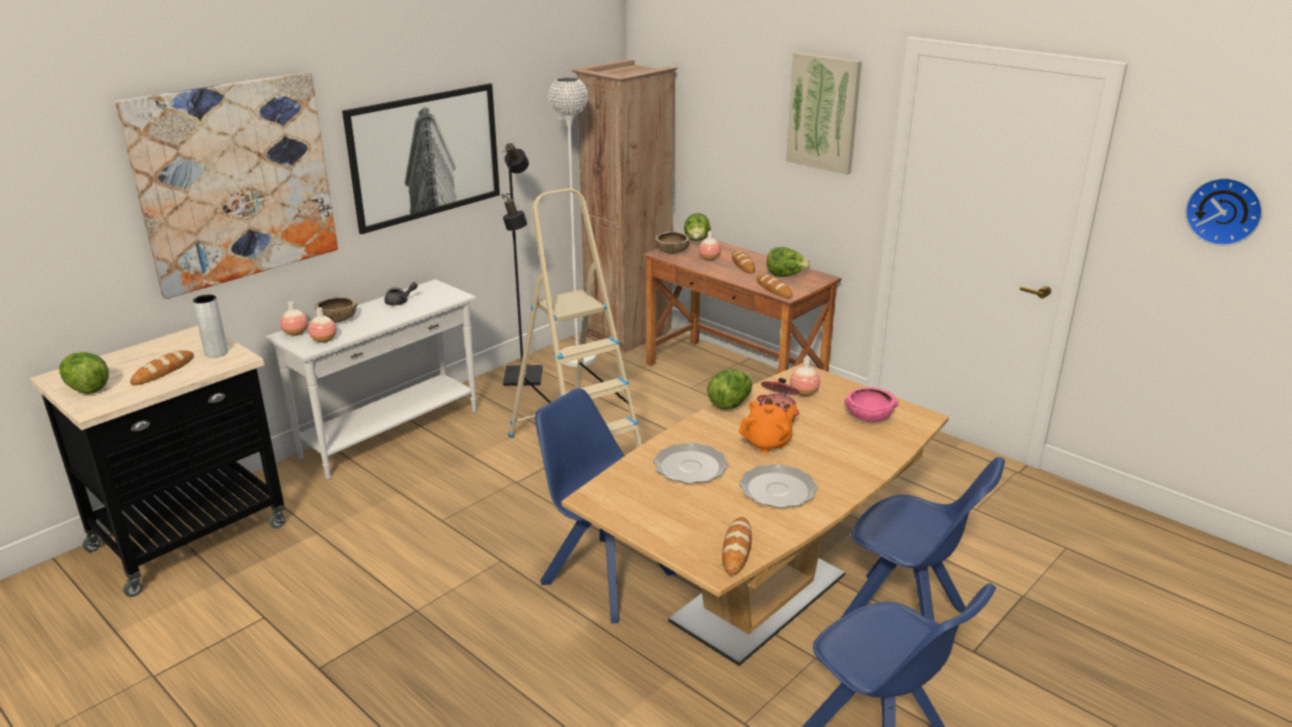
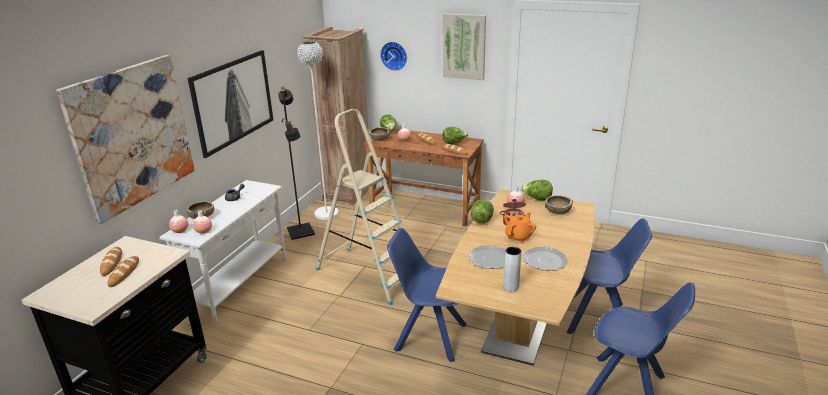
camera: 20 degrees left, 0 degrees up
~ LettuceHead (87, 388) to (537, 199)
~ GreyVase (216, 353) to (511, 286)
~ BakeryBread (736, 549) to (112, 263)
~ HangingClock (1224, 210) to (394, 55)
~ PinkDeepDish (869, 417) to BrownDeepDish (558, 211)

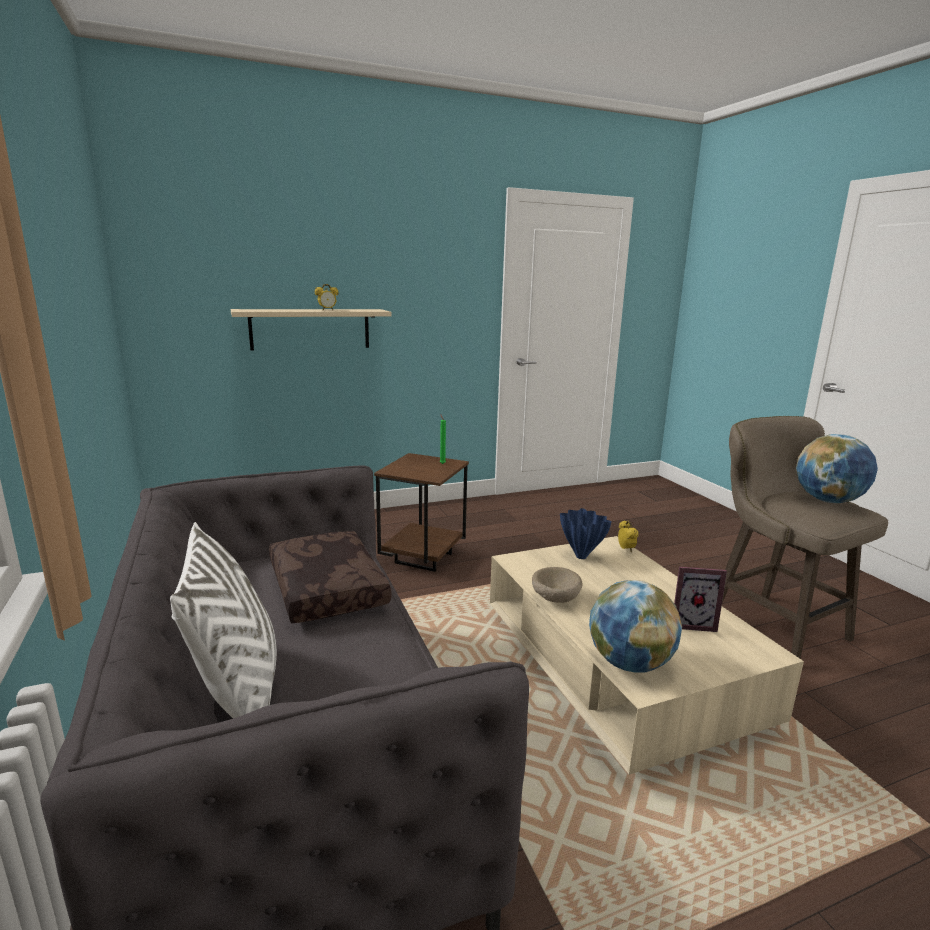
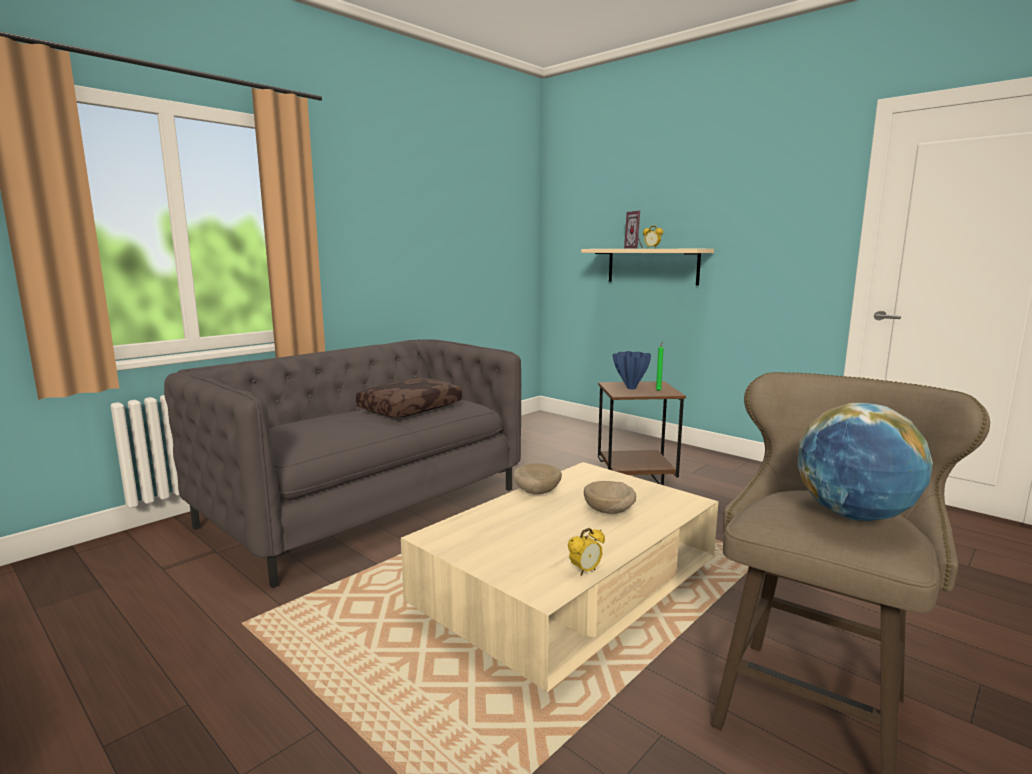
camera: 65 degrees right, 5 degrees down
- WhiteColouredPillow (238, 691)
- WorldGlobe (629, 663)
+ BeigeDeepDish (610, 512)
~ BluishVase (580, 556) to (631, 388)
~ TableClock (626, 549) to (585, 571)
~ StandingFrame (691, 623) to (636, 248)

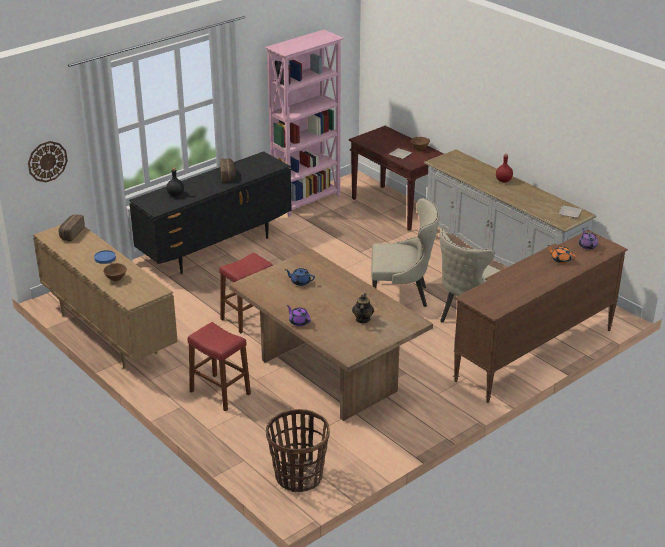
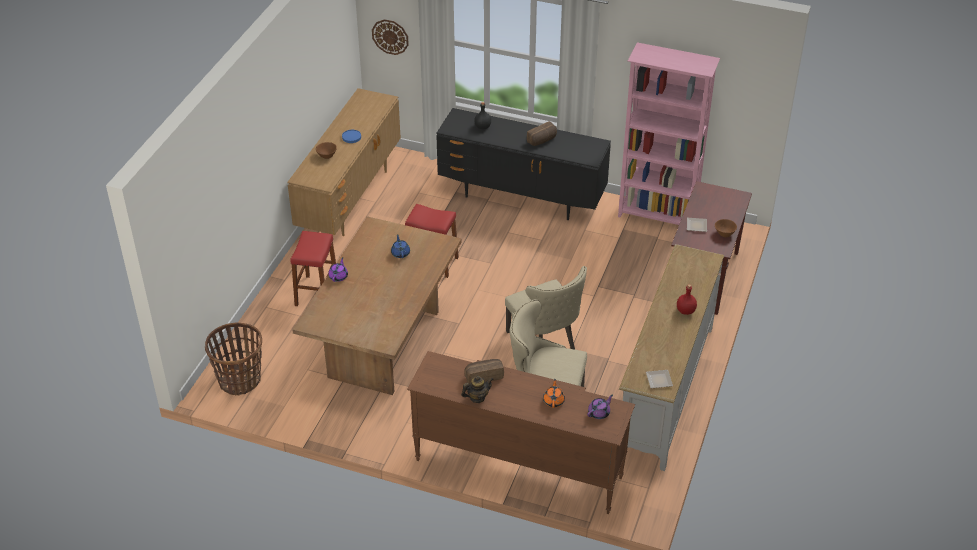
camera: 60 degrees right, 10 degrees up
~ BakeryBread (71, 233) to (483, 376)
~ Teapot (362, 319) to (477, 397)

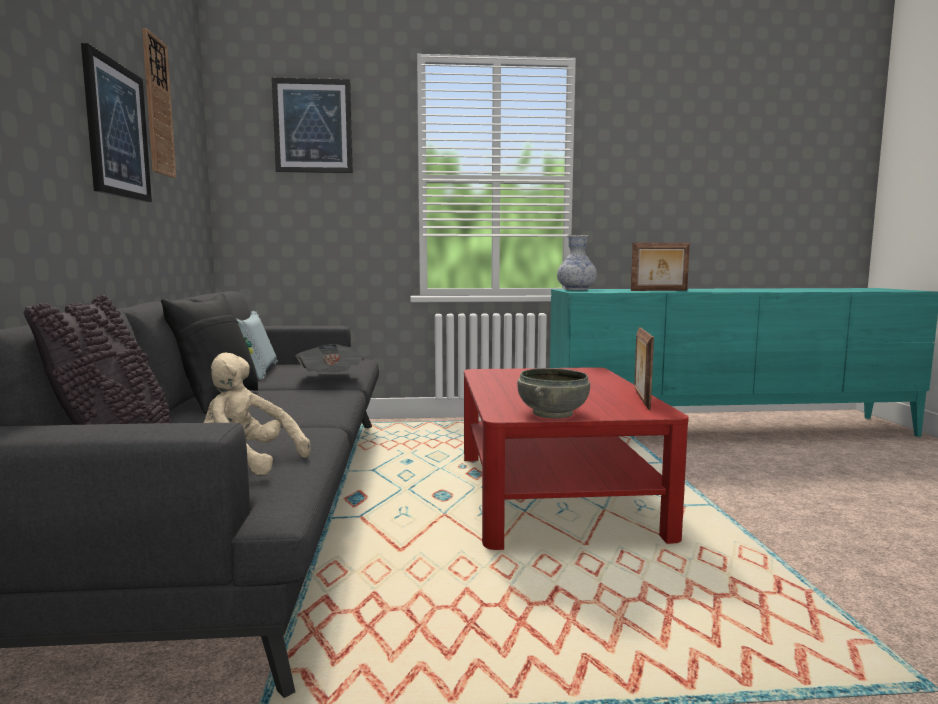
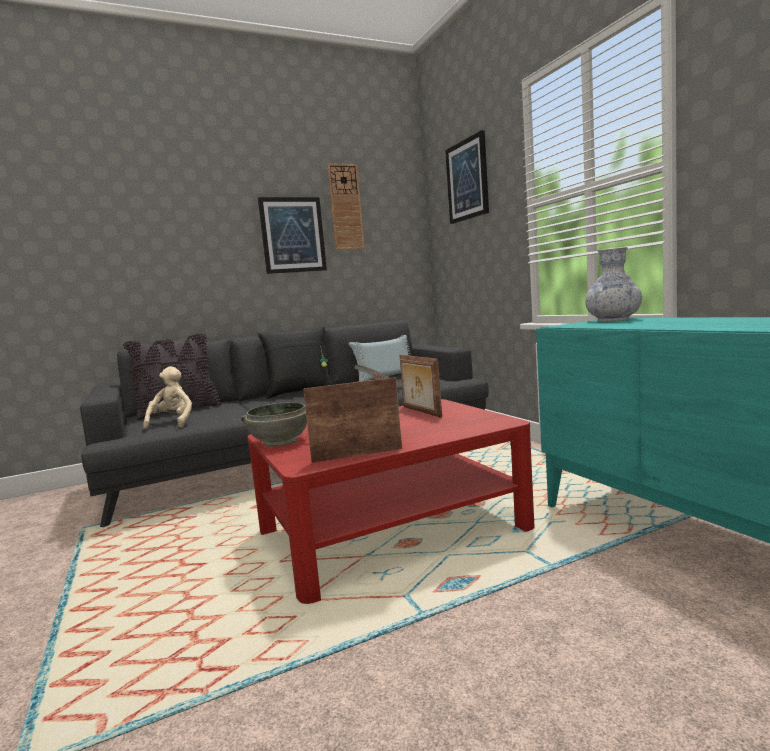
camera: 70 degrees right, 0 degrees up
~ StandingFrame (659, 290) to (420, 412)

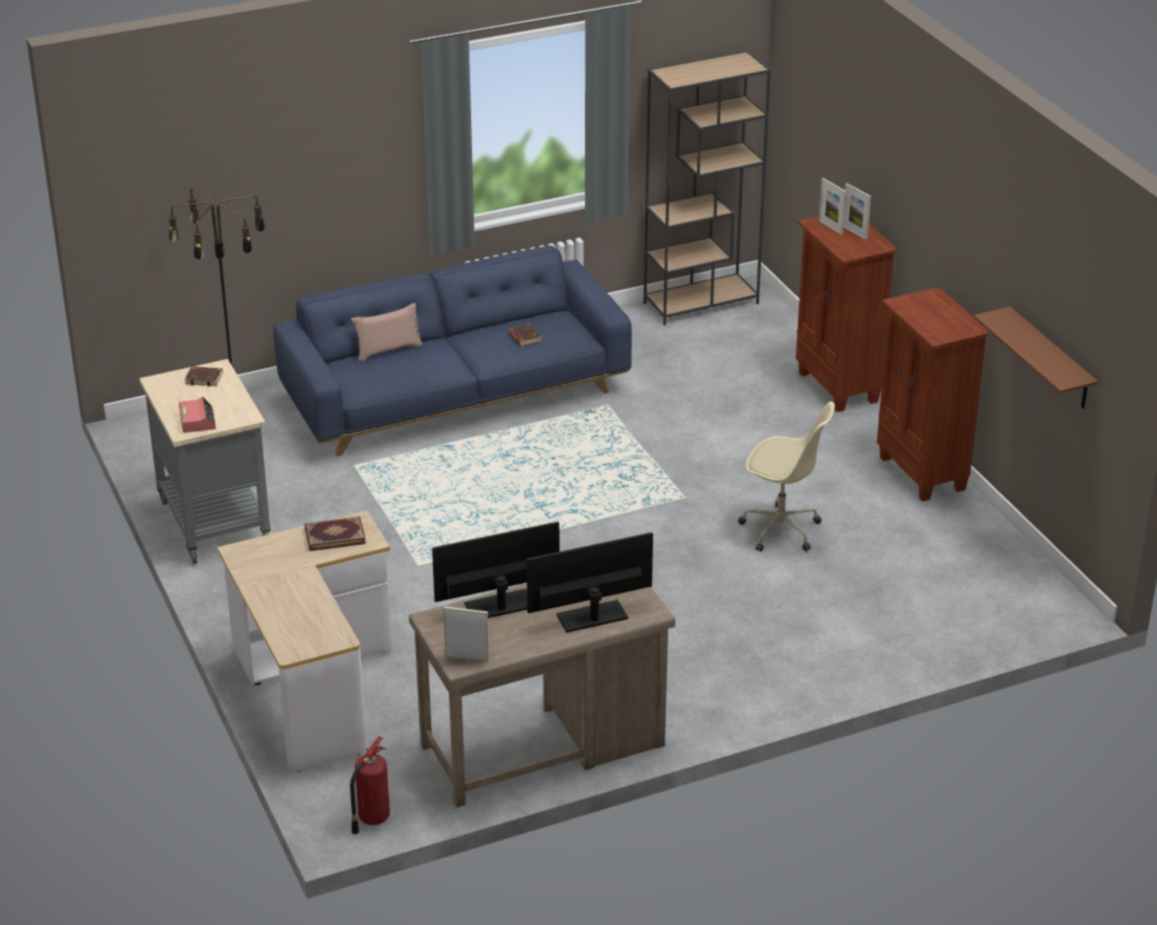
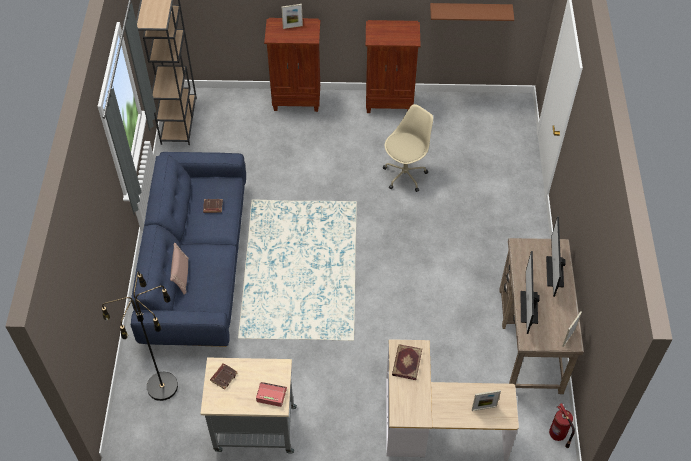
camera: 65 degrees left, 20 degrees up
~ StandingFrame (830, 227) to (484, 408)

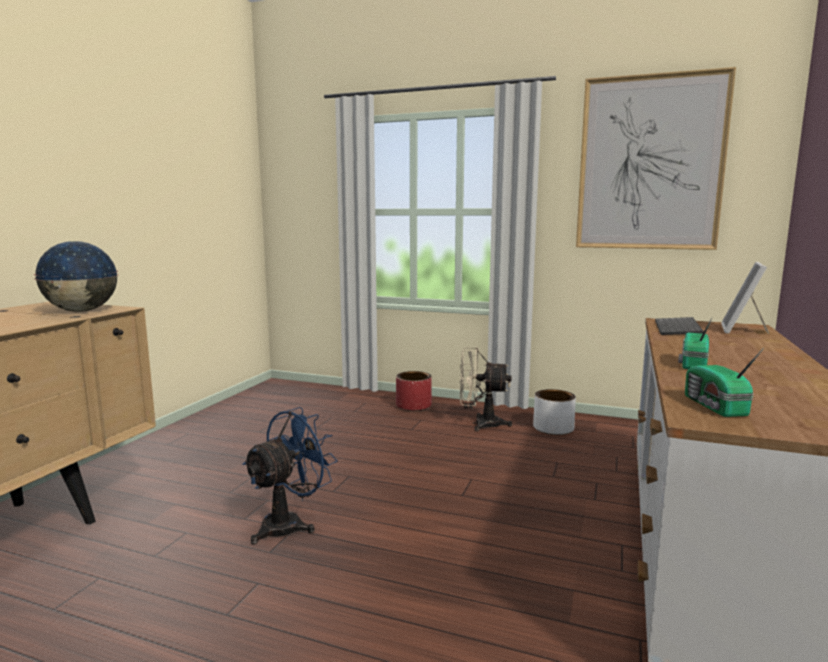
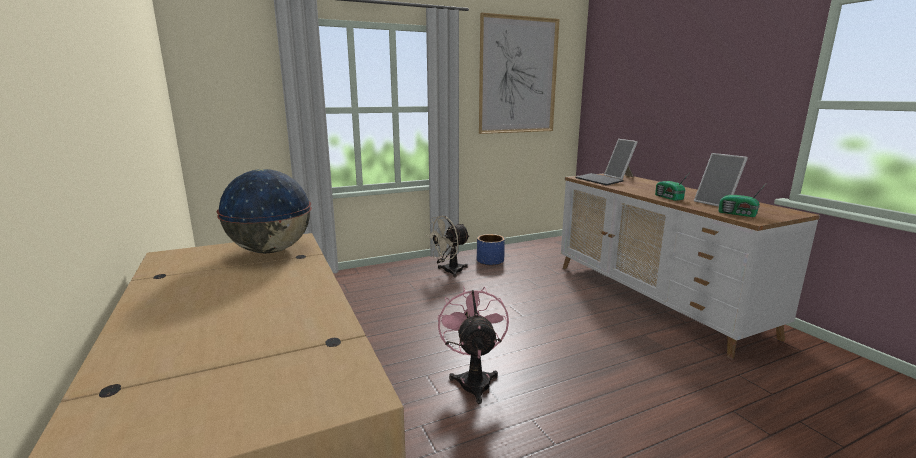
camera: 45 degrees left, 5 degrees up
- RedPlanter (413, 406)
+ StandingFrame (717, 203)
~ BluishCoolingFan (290, 524) to PinkCoolingFan (474, 379)
~ WhiteColouredPlanter (553, 428) to BluishPlanter (490, 261)

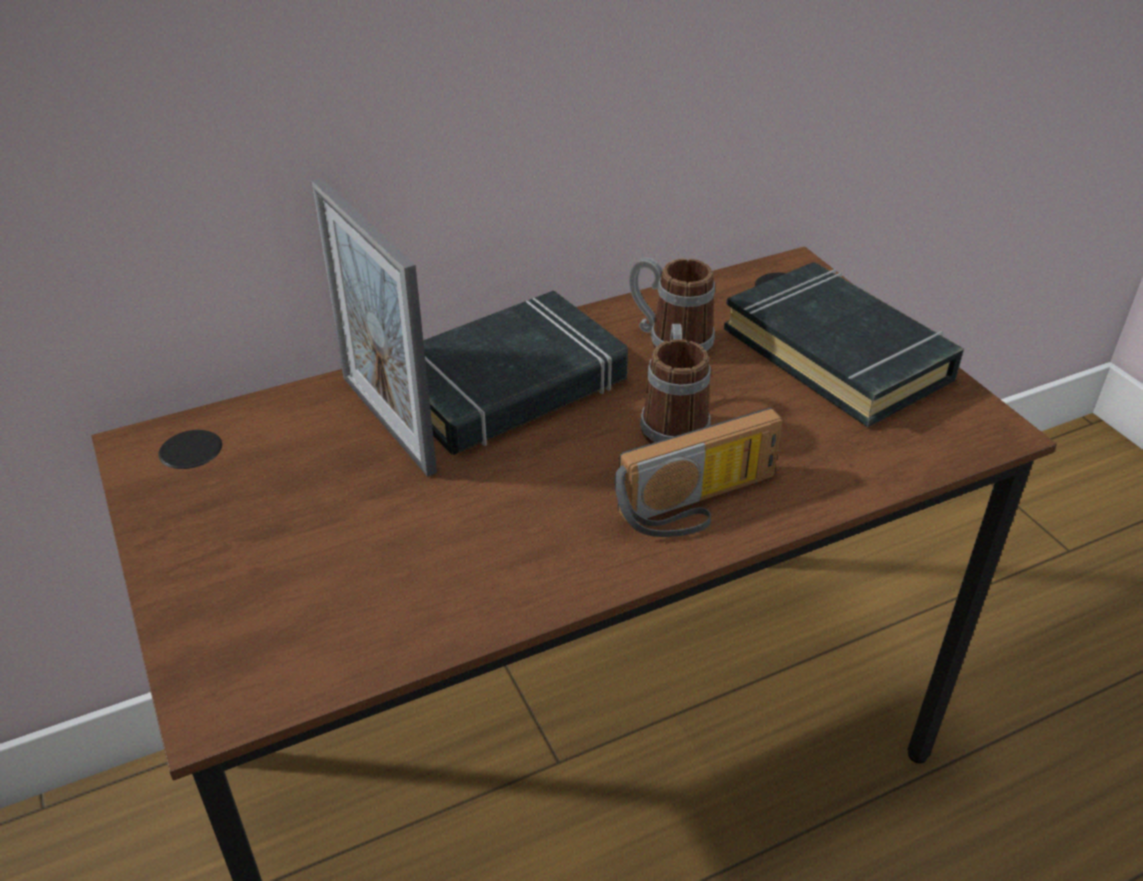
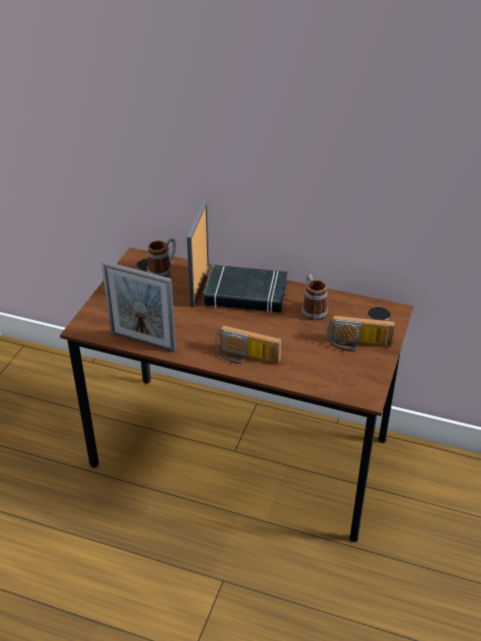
camera: 45 degrees right, 0 degrees up
+ StandingFrame (143, 341)
~ TeaMug (673, 421) to (163, 270)
~ BlackColouredBook (838, 354) to RadioReceiver (358, 345)

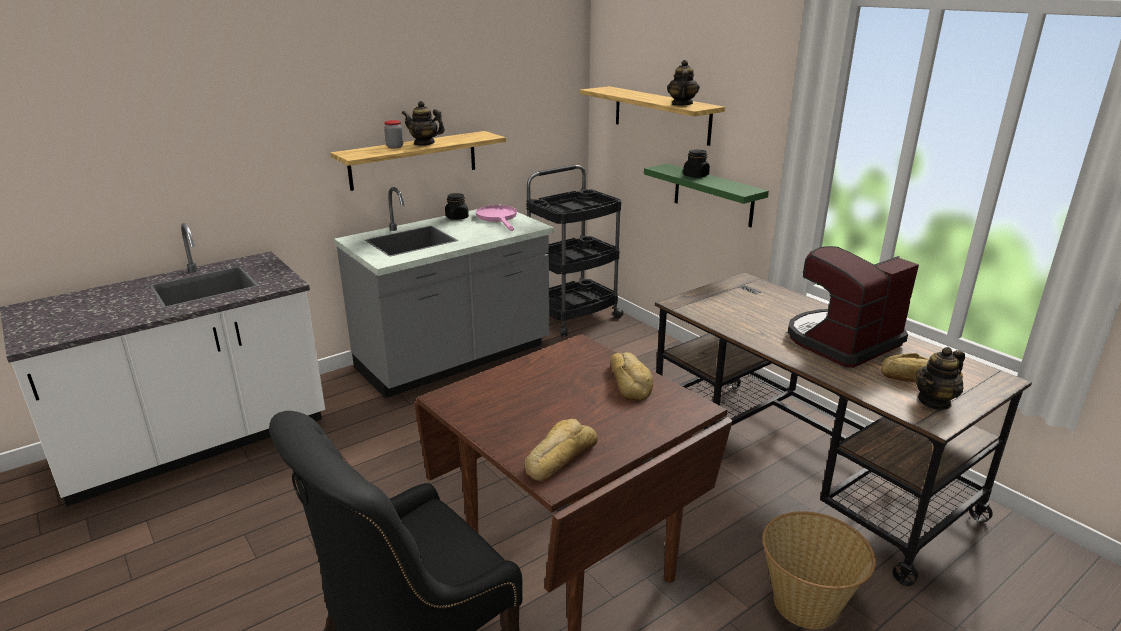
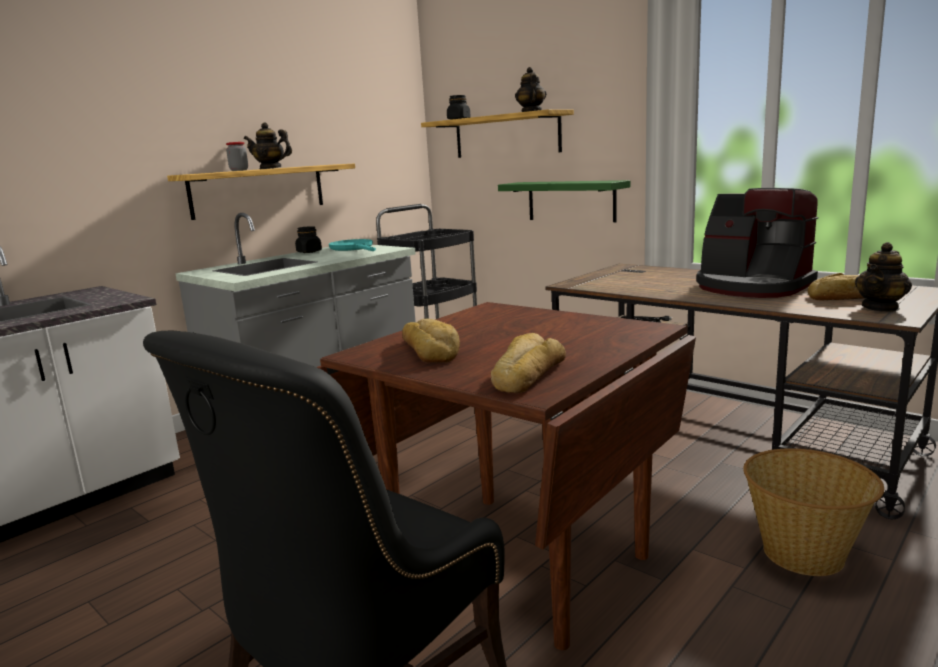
camera: 10 degrees left, 10 degrees down
~ BakeryBread (630, 381) to (430, 350)
~ BlackColouredPreserveJar (695, 176) to (458, 119)
~ PinkFryingPan (498, 218) to TurquoiseFryingPan (354, 248)
~ CoffeeMaker (842, 341) = (752, 287) 90 degrees counterclockwise

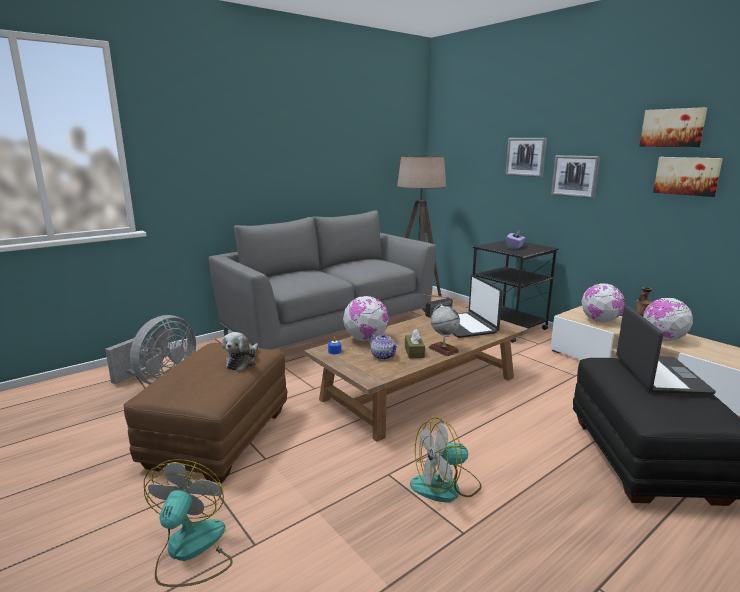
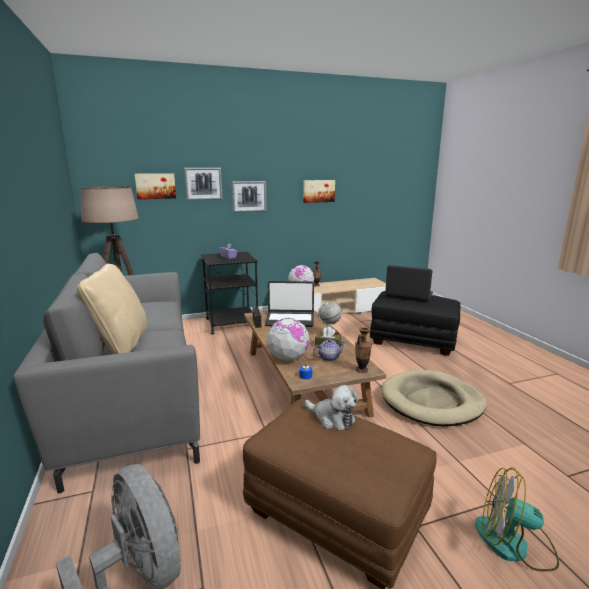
camera: 70 degrees left, 0 degrees up
- WorldGlobe (663, 339)
+ BeigePillow (121, 344)
+ Vase (362, 370)
~ WallArt (672, 127) to (155, 186)
~ CoolingFan (446, 486) to BeigeDogCushion (432, 401)

